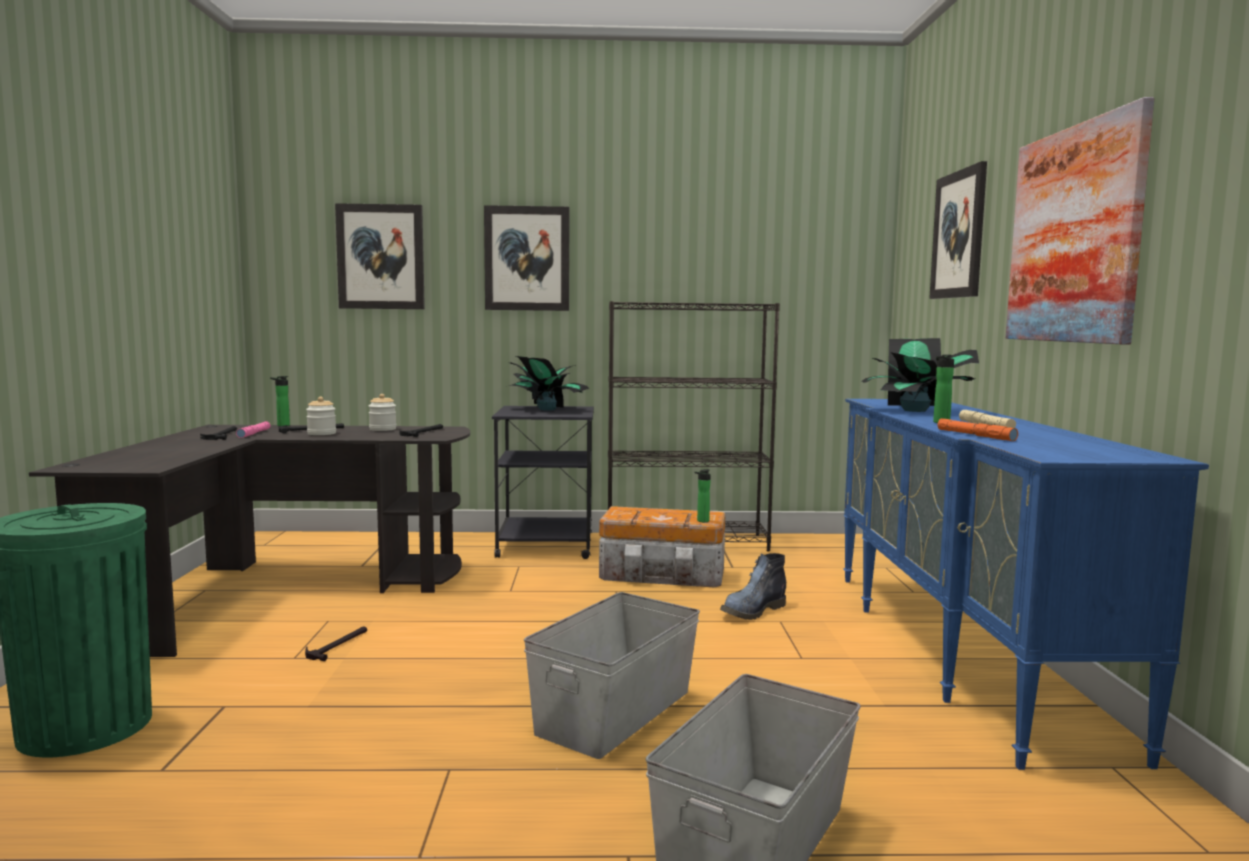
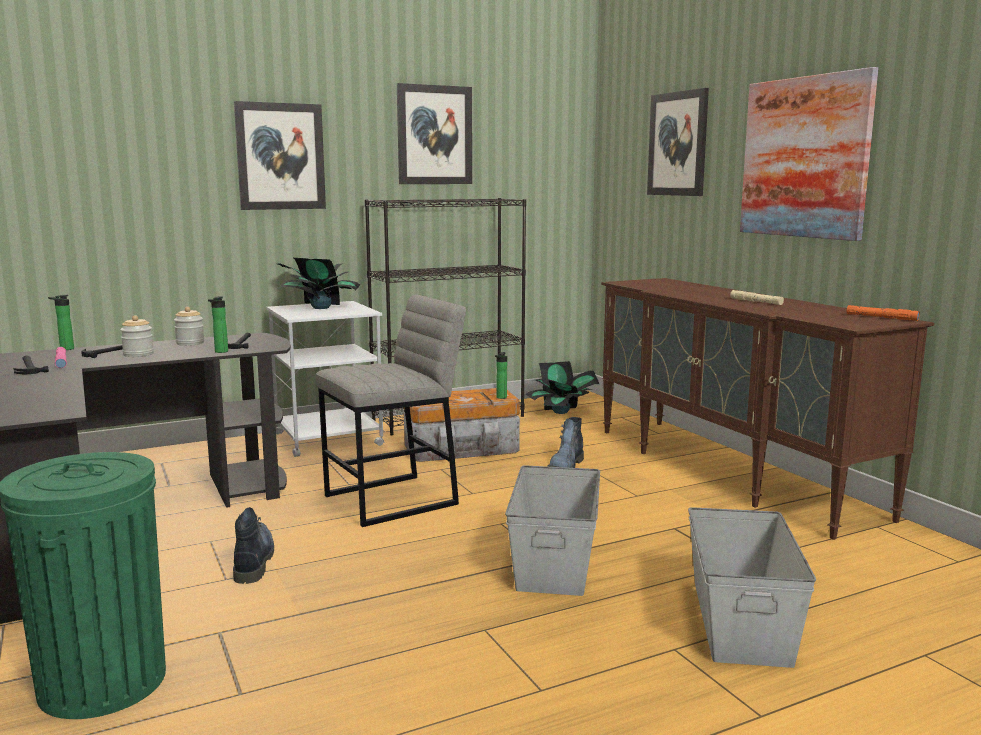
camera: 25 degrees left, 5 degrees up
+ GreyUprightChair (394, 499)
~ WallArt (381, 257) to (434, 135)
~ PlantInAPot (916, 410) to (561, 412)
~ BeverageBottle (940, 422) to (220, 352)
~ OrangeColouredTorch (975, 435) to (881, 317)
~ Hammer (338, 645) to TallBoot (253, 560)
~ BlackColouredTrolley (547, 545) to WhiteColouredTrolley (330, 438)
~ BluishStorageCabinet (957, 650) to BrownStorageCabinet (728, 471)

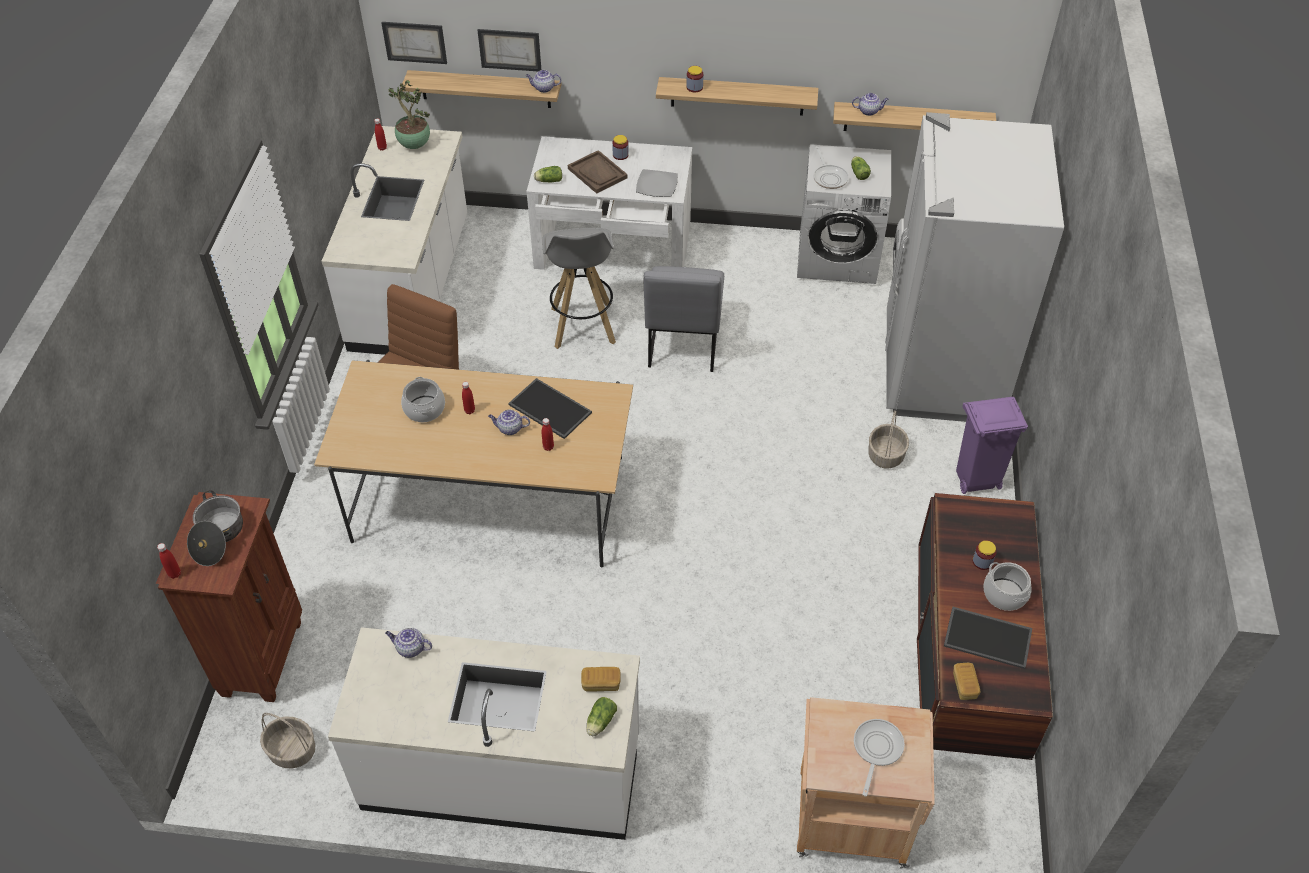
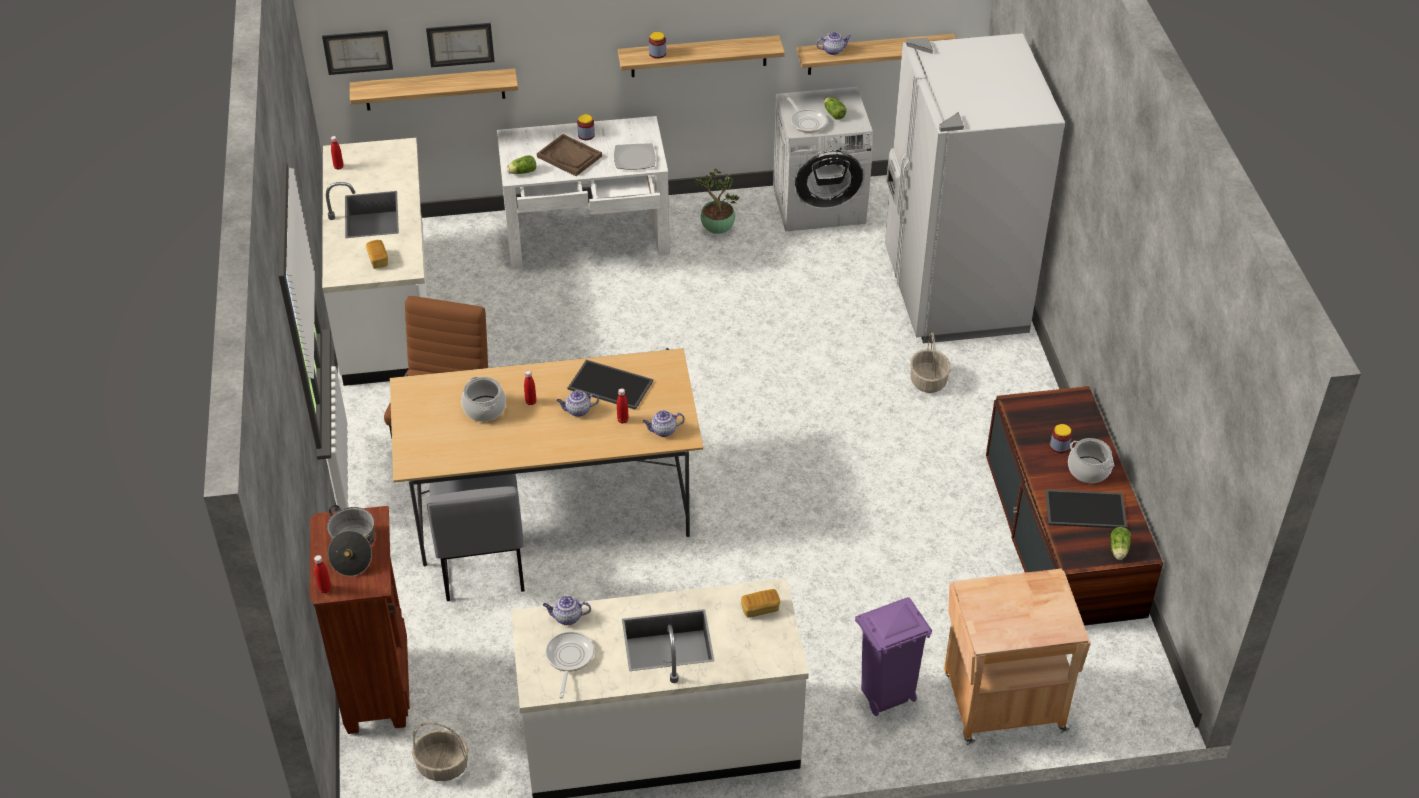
camera: 15 degrees left, 5 degrees down
- GreySittingStool (582, 327)
~ PlantInAPot (413, 145) to (716, 229)
~ Teapot (543, 88) to (663, 431)
~ LettuceHead (600, 722) to (1118, 550)
~ GreyUprightChair (682, 343) to (481, 563)
~ FryingPan (876, 749) to (569, 659)
~ BakeryBread (964, 685) to (378, 260)
~ PurpleColouredTrashCan (975, 481) to (885, 697)

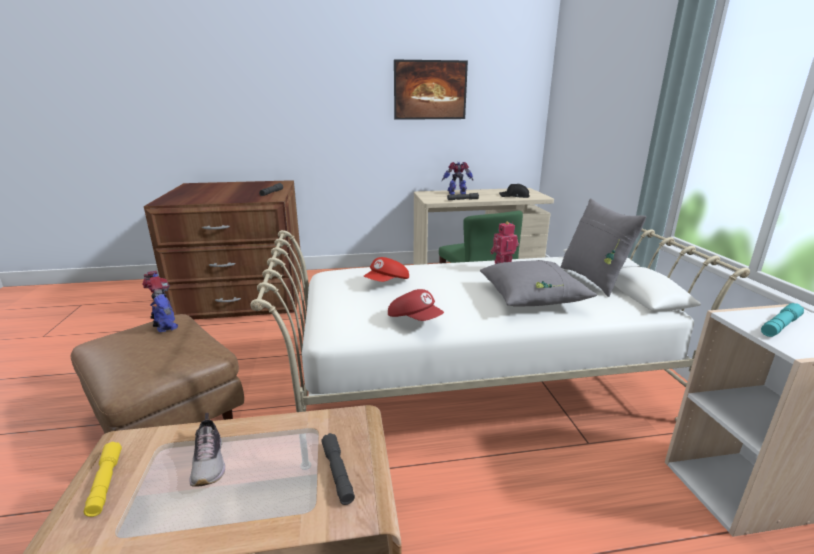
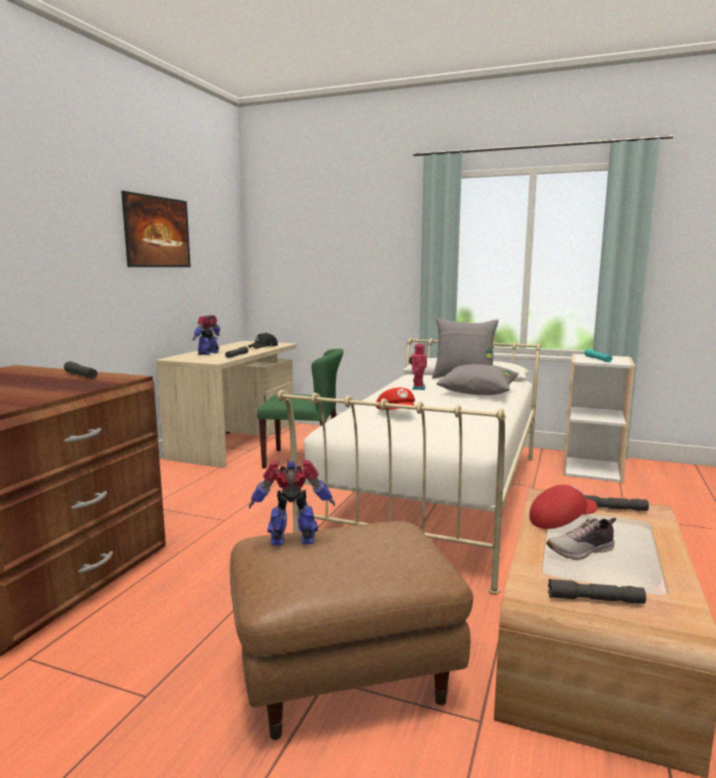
camera: 60 degrees left, 10 degrees down
~ RedCap (415, 319) to (561, 521)
~ YellowTorch (105, 483) to GreyTorch (595, 600)
~ Shoe (209, 462) = (582, 551) 150 degrees clockwise

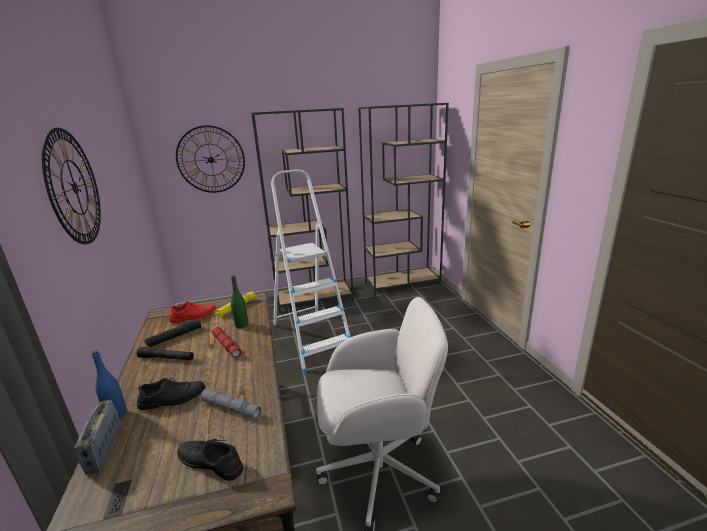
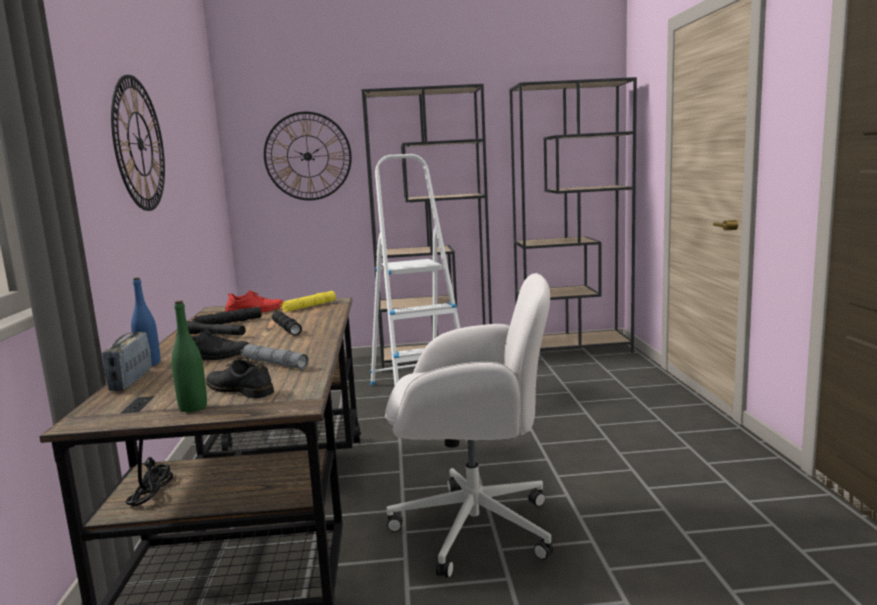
camera: 10 degrees right, 10 degrees down
~ GreenBeverageBottle (241, 325) to (193, 407)
~ RedTorch (226, 345) to BlackColouredTorch (286, 329)

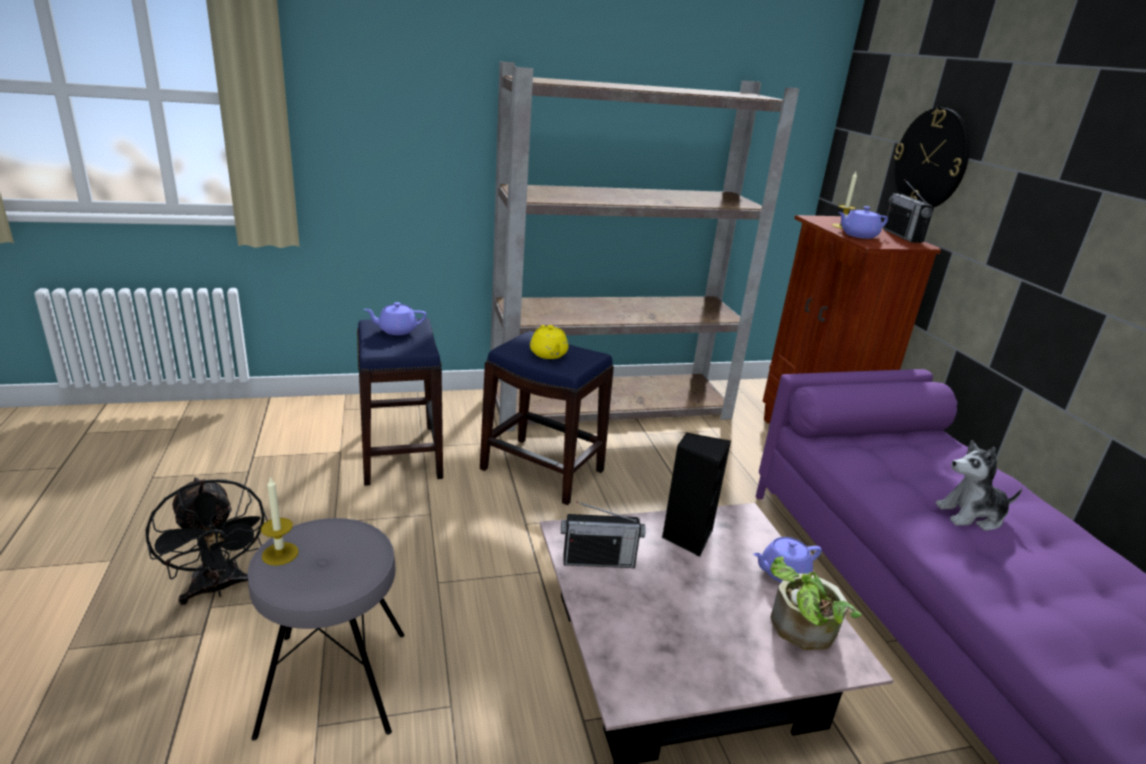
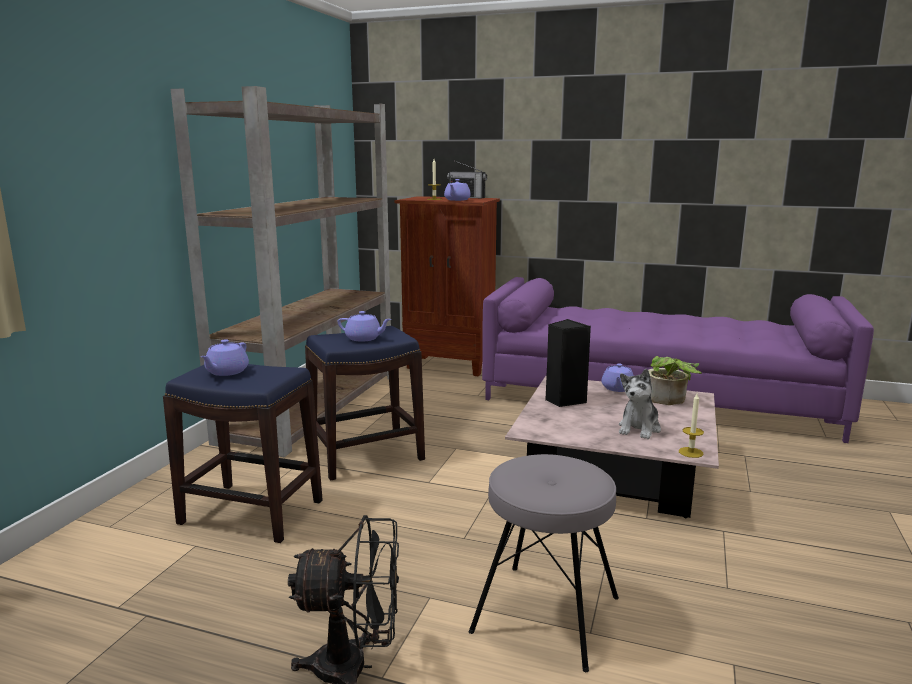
camera: 55 degrees left, 10 degrees down
- RadioReceiver (598, 560)
- HangingClock (931, 159)
~ WaxLight (280, 554) to (690, 452)
~ SoftToy (971, 515) to (639, 428)
~ YellowTeapot (548, 354) to PurpleColouredTeapot (364, 338)

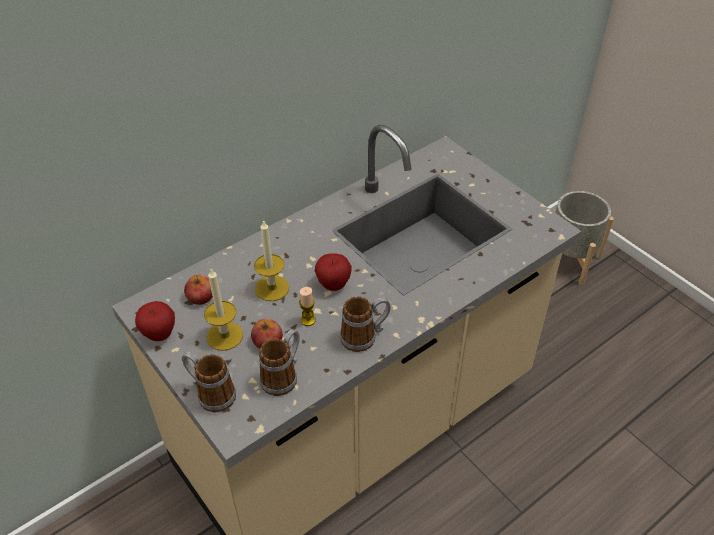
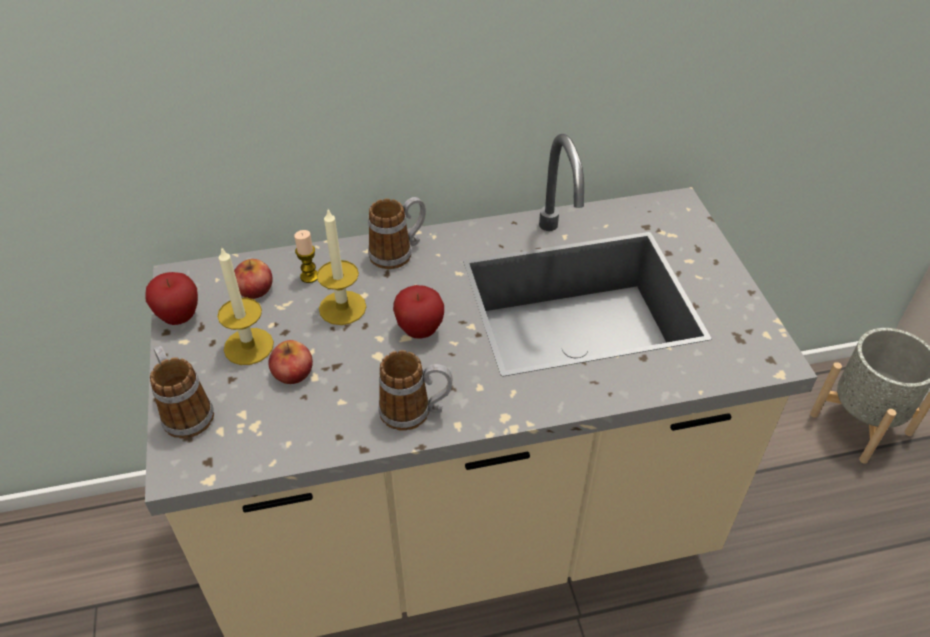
camera: 25 degrees right, 0 degrees up
~ TeaMug (283, 375) to (398, 252)
~ WaxLight (308, 320) to (309, 276)

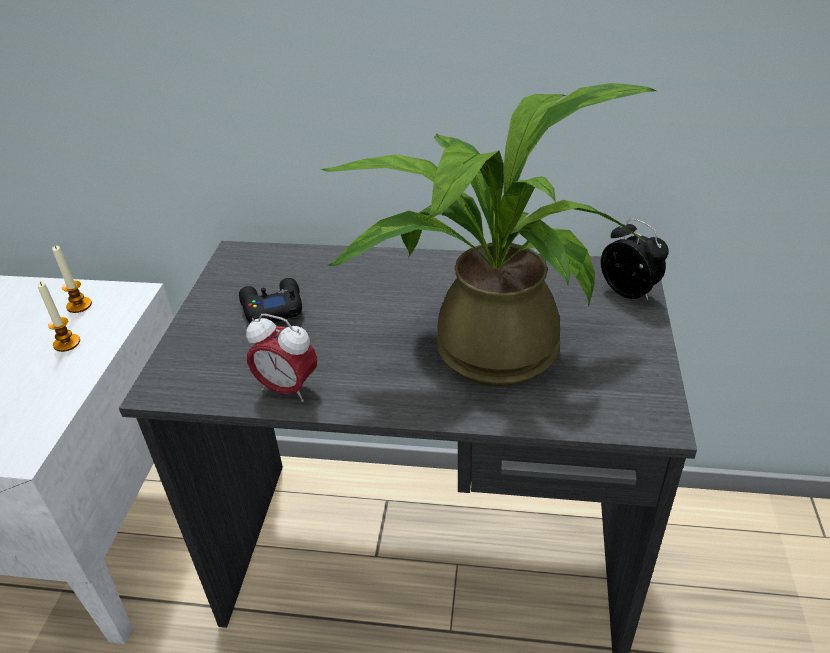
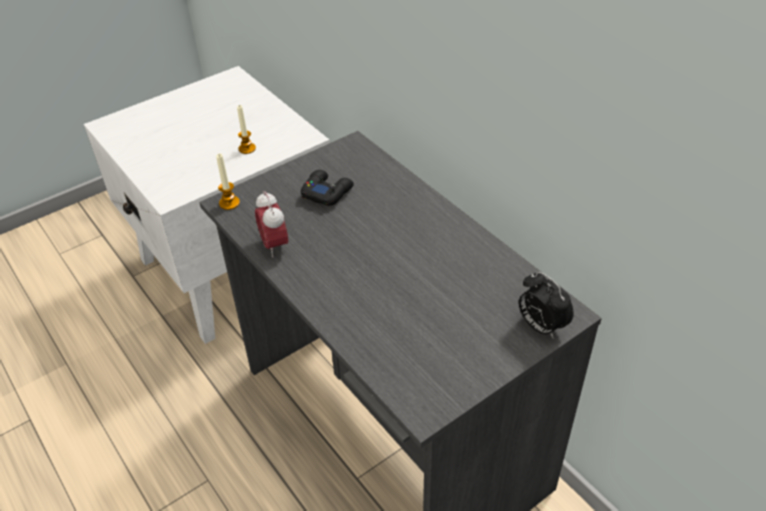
camera: 45 degrees right, 5 degrees up
- PlantInAPot (482, 345)
~ WaxLight (79, 305) to (229, 203)
~ TableClock (629, 292) = (540, 326) 135 degrees clockwise

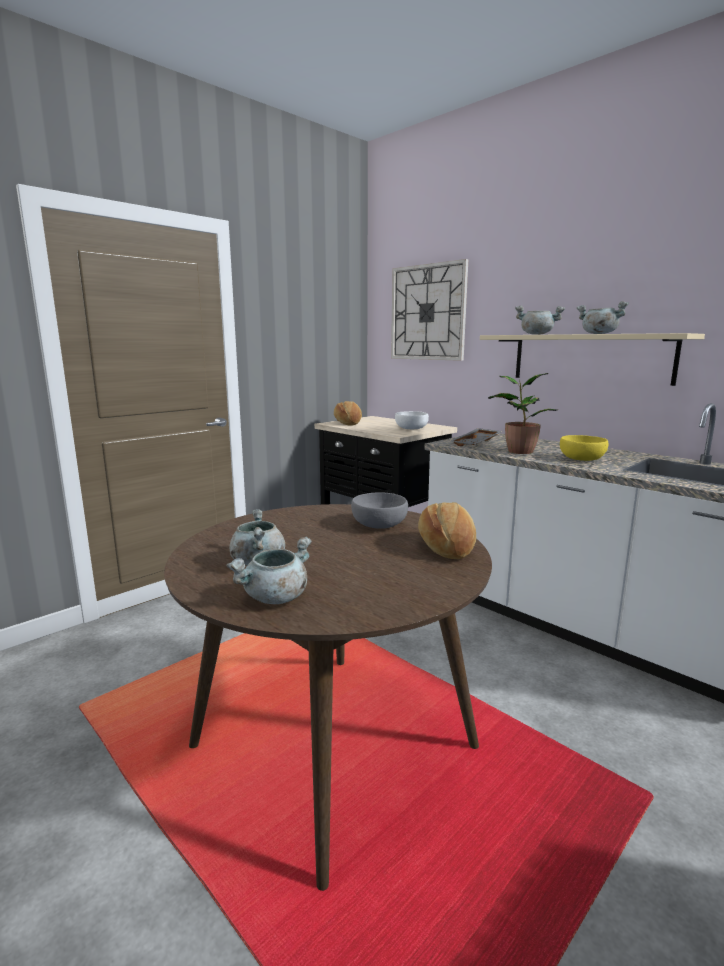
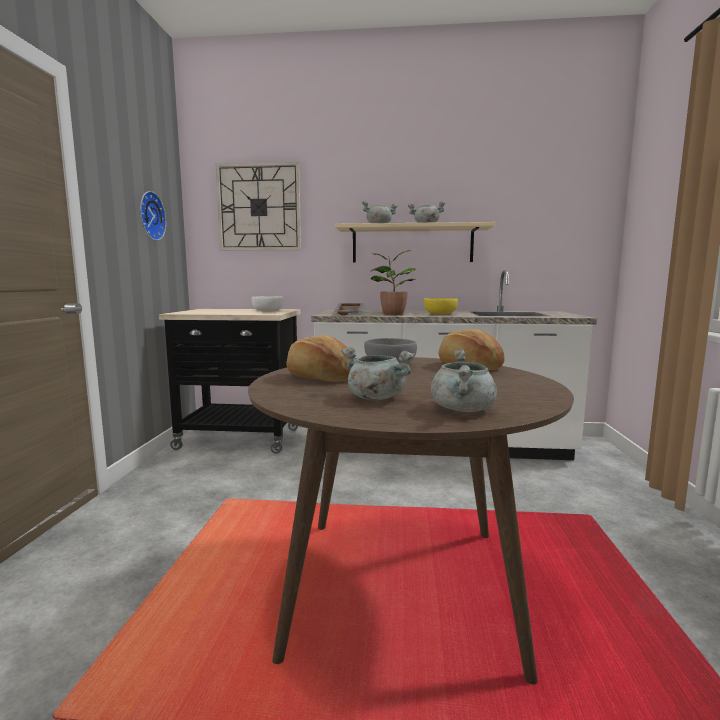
camera: 40 degrees left, 5 degrees down
+ HangingClock (149, 216)
~ BakeryBread (348, 423) to (320, 377)

